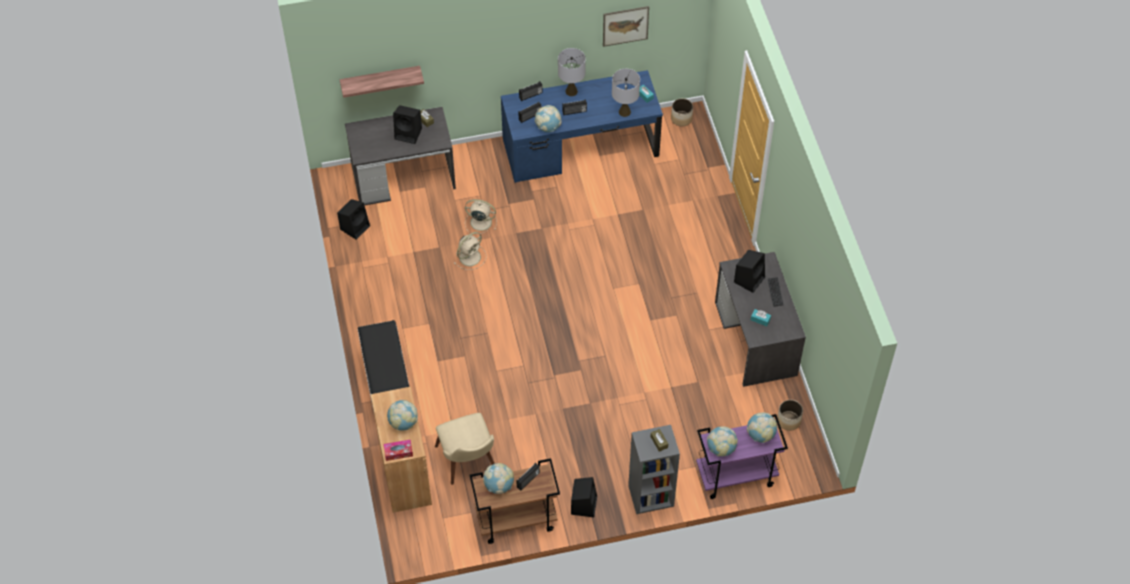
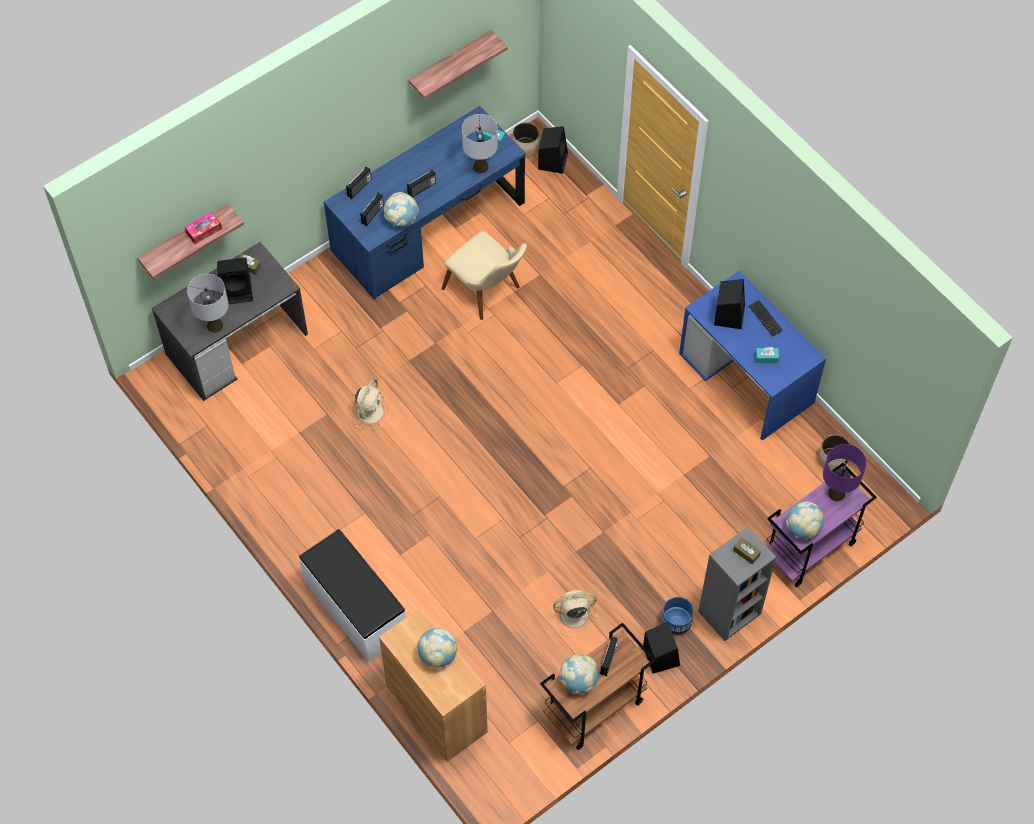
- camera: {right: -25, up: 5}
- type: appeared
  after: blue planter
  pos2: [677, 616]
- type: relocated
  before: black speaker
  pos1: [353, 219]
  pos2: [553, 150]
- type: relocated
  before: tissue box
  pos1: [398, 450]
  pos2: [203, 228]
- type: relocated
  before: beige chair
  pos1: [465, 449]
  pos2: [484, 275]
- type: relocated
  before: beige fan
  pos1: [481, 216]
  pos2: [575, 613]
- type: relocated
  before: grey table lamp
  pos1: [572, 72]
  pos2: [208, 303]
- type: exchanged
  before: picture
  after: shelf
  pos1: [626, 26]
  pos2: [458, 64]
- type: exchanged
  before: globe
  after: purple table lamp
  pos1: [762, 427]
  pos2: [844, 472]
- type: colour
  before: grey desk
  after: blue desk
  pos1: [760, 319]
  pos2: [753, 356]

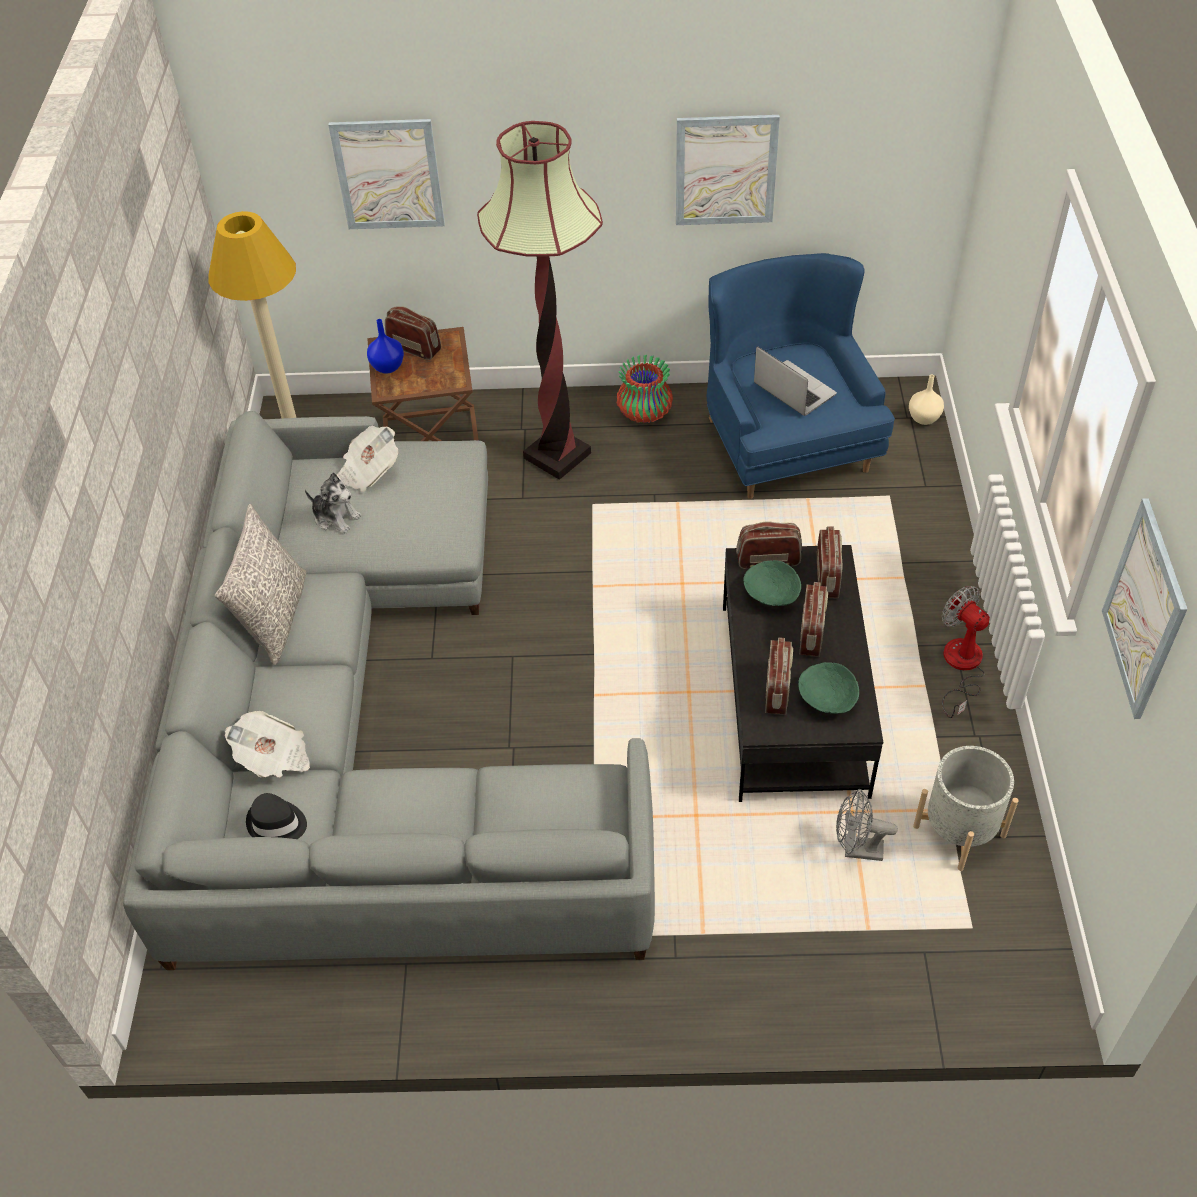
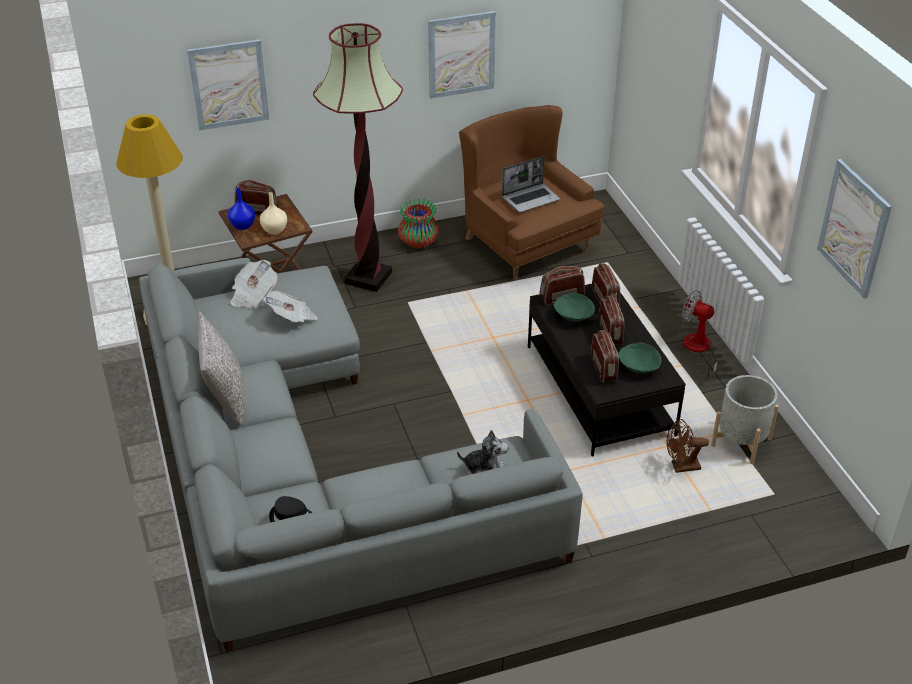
- camera: {right: -20, up: -10}
- type: relocated
  before: newspaper
  pos1: [267, 744]
  pos2: [290, 307]
- type: relocated
  before: plush toy
  pos1: [333, 502]
  pos2: [483, 452]
- type: relocated
  before: beige vase
  pos1: [926, 400]
  pos2: [273, 213]
- type: colour
  before: blue armchair
  after: brown armchair
  pos1: [801, 376]
  pos2: [532, 192]
- type: colour
  before: grey fan
  after: brown fan
  pos1: [867, 825]
  pos2: [688, 446]
- type: spun
  before: laptop
  pos1: [795, 381]
  pos2: [531, 184]
  turn: 120

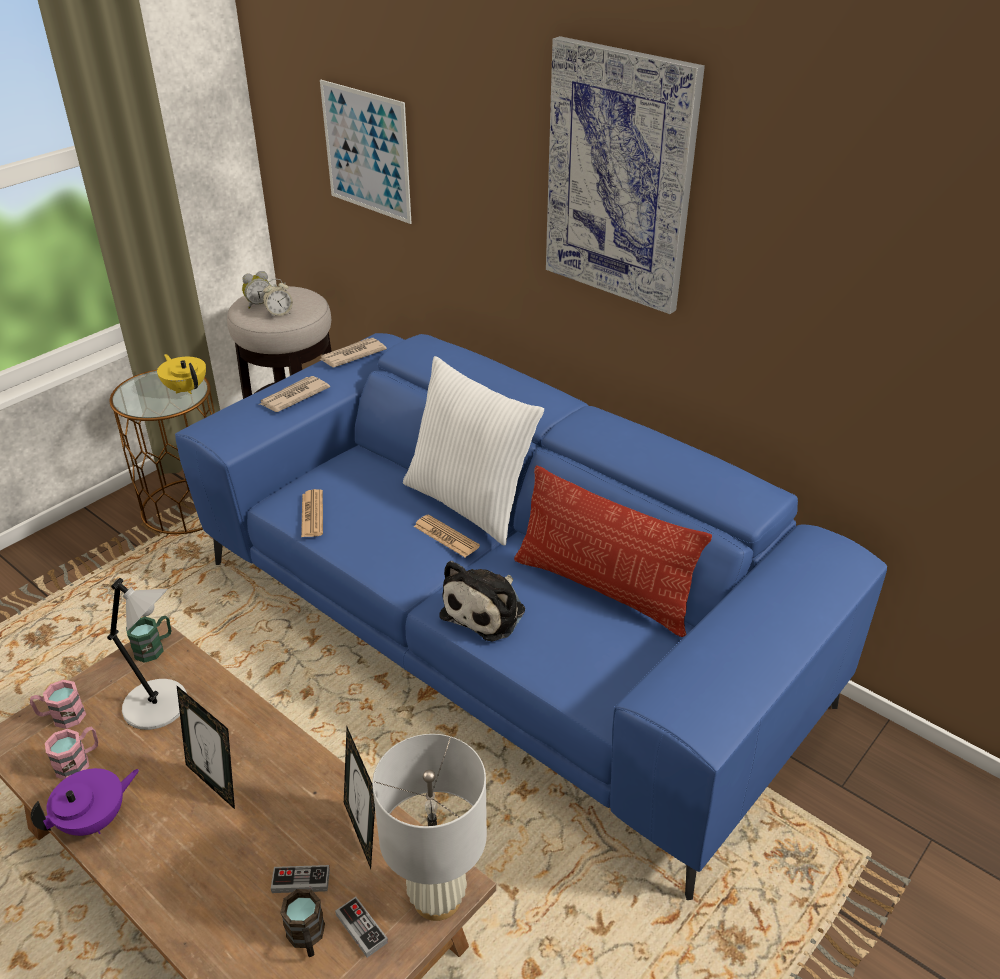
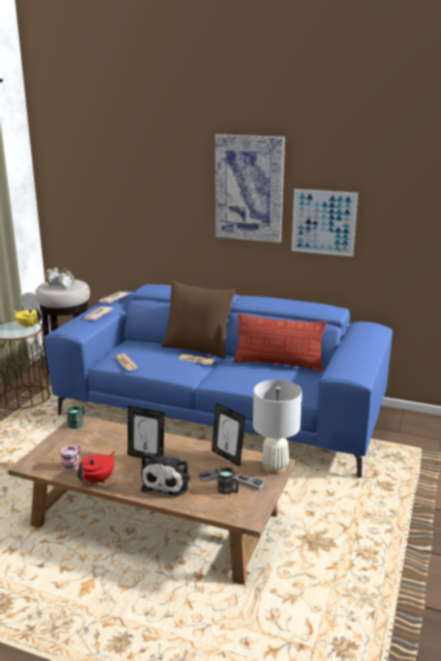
- camera: {right: -20, up: -15}
- type: missing
  before: pink mug
  pos1: [58, 704]
- type: missing
  before: grey table lamp
  pos1: [147, 654]
- type: relocated
  before: picture
  pos1: [366, 152]
  pos2: [325, 223]
- type: relocated
  before: plush toy
  pos1: [482, 601]
  pos2: [165, 474]
- type: colour
  before: purple teapot
  after: red teapot
  pos1: [85, 802]
  pos2: [96, 467]
- type: colour
  before: white pillow
  after: brown pillow
  pos1: [473, 451]
  pos2: [198, 320]

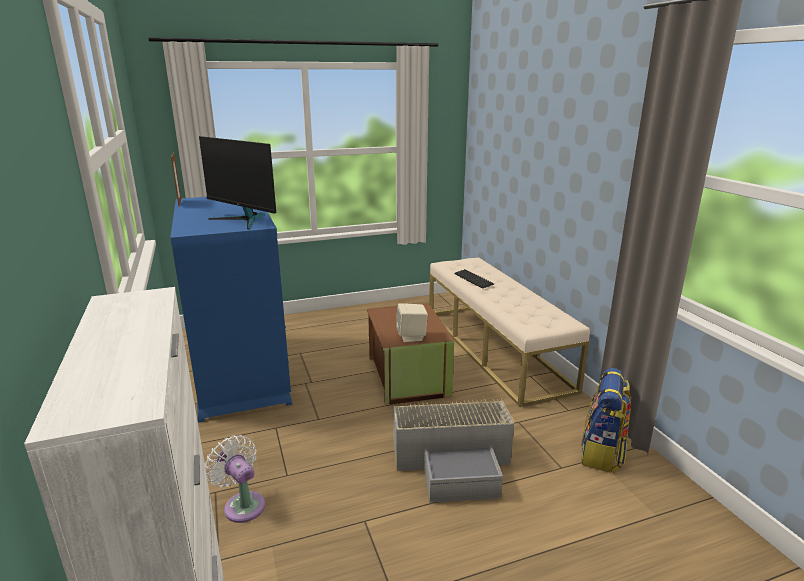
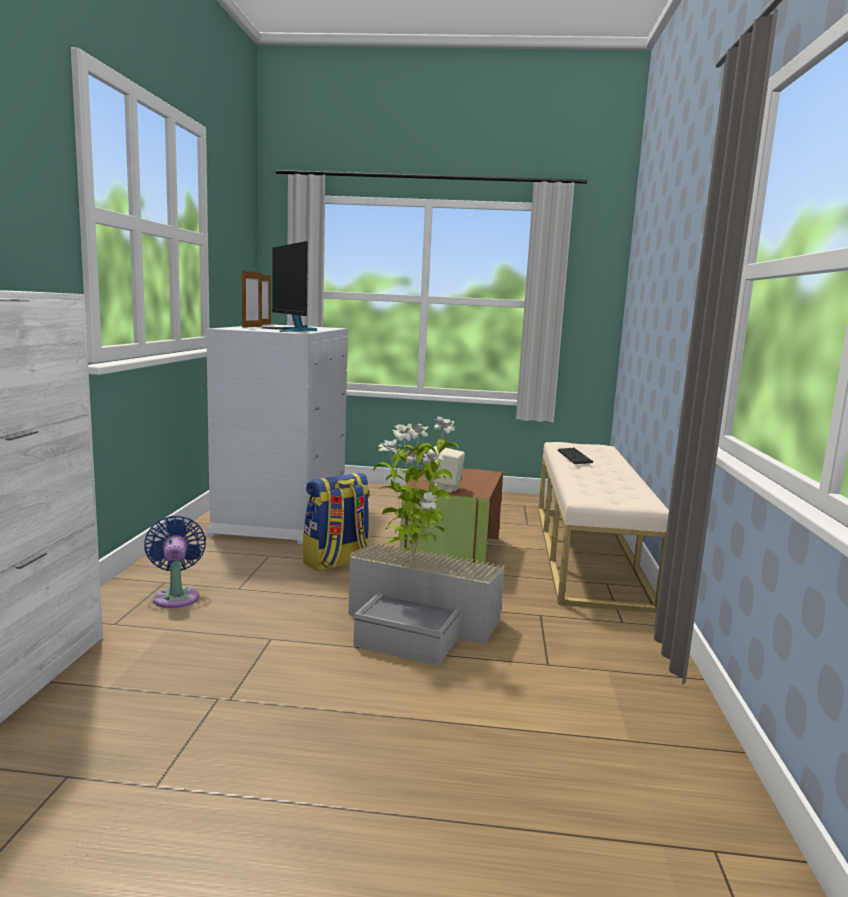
- camera: {right: 25, up: -10}
- type: appeared
  after: picture frame
  pos2: [252, 299]
- type: appeared
  after: potted plant
  pos2: [416, 489]
- type: relocated
  before: backpack
  pos1: [606, 420]
  pos2: [336, 522]
- type: colour
  before: blue dresser
  after: white dresser
  pos1: [231, 310]
  pos2: [276, 434]
- type: colour
  before: white fan
  after: blue fan
  pos1: [235, 479]
  pos2: [175, 562]

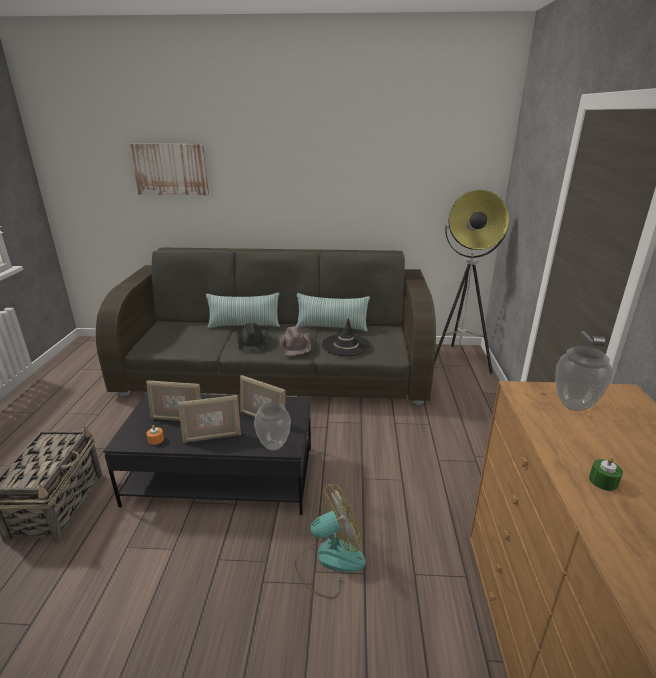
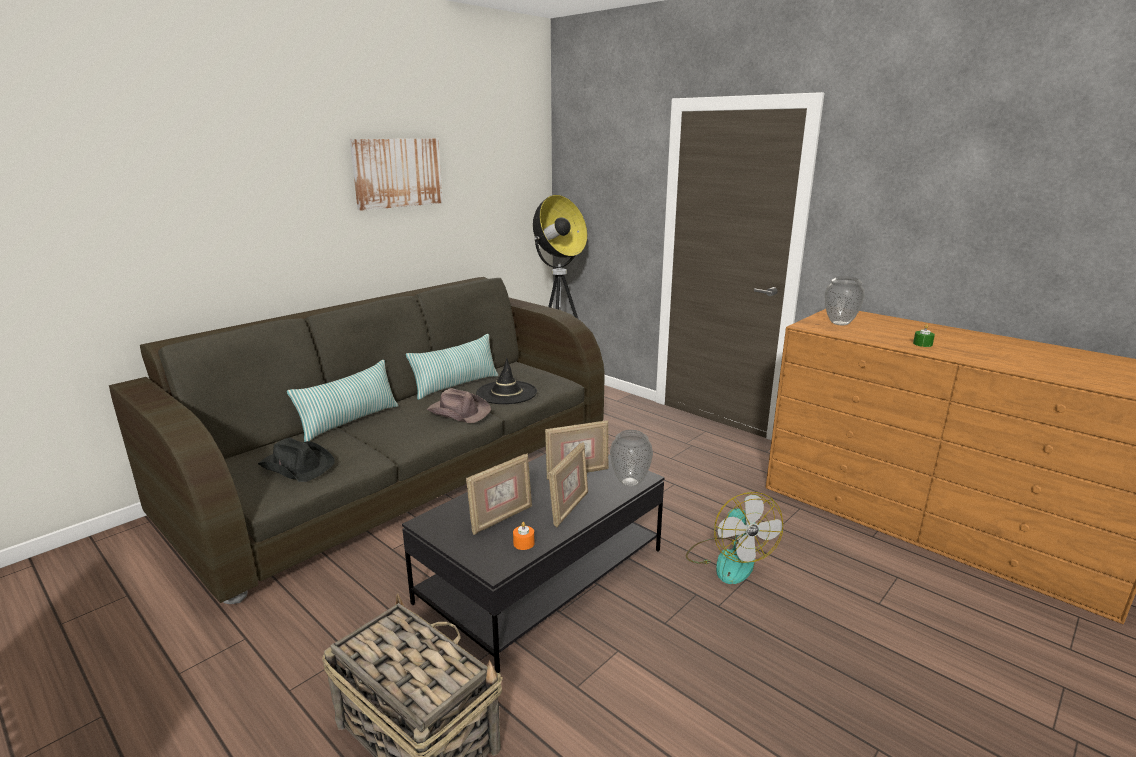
- camera: {right: -50, up: -5}
- type: relocated
  before: picture
  pos1: [169, 169]
  pos2: [396, 175]
- type: relocated
  before: black hat
  pos1: [252, 337]
  pos2: [296, 459]
- type: spun
  before: fan
  pos1: [330, 541]
  pos2: [734, 538]
  turn: 150

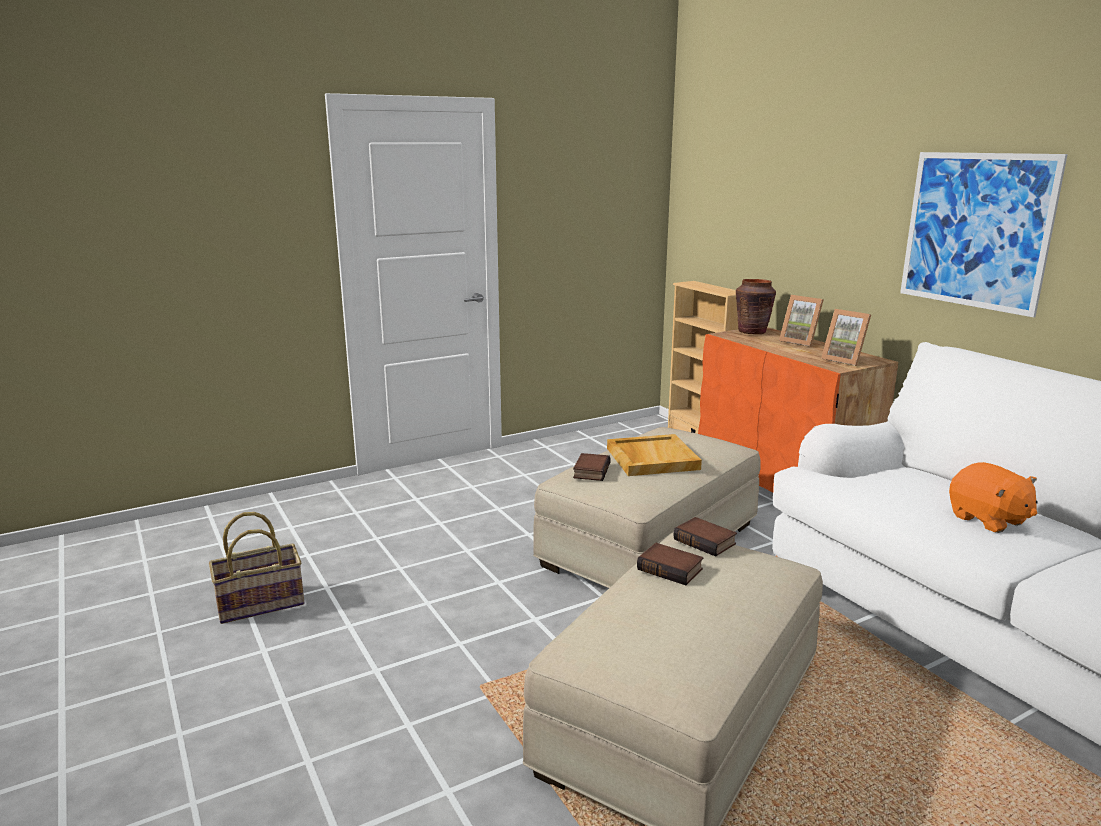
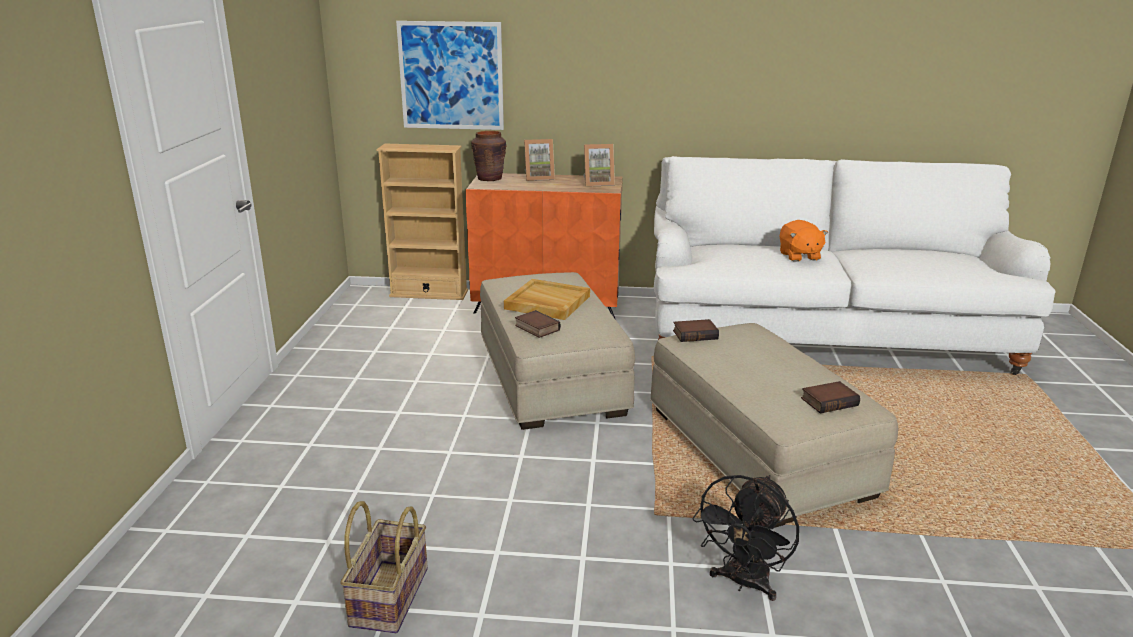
- camera: {right: -55, up: 5}
- type: appeared
  after: black fan
  pos2: [745, 538]
- type: relocated
  before: book
  pos1: [670, 564]
  pos2: [830, 397]
- type: relocated
  before: picture
  pos1: [984, 234]
  pos2: [450, 75]
- type: spun
  before: orange plush toy
  pos1: [993, 497]
  pos2: [803, 241]
  turn: 75

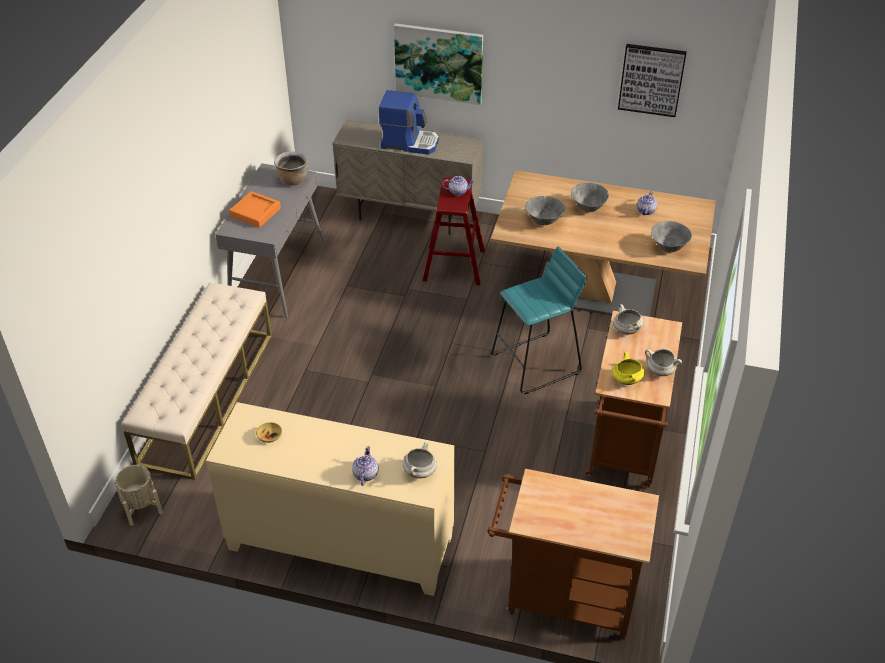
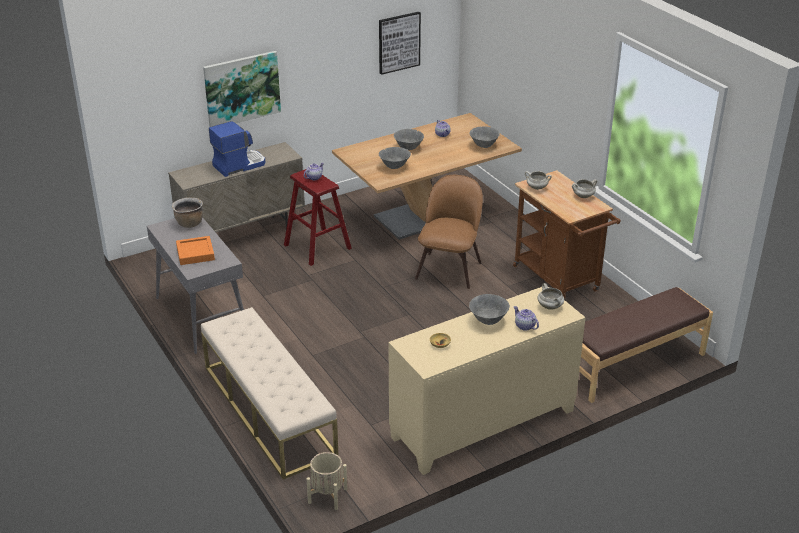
- camera: {right: -45, up: -10}
- type: missing
  before: yellow cooking pot
  pos1: [629, 368]
- type: appeared
  after: grey bowl
  pos2: [489, 309]
- type: exchanged
  before: brown cart
  after: brown bench
  pos1: [573, 554]
  pos2: [646, 345]
- type: exchanged
  before: turquoise stool
  after: brown chair
  pos1: [539, 320]
  pos2: [449, 232]

